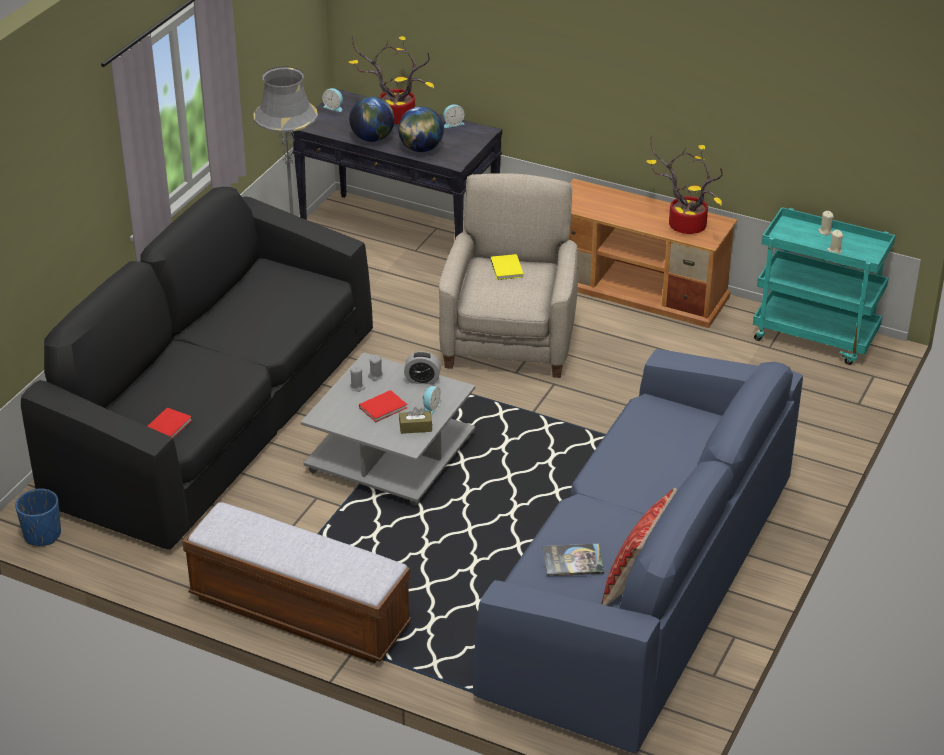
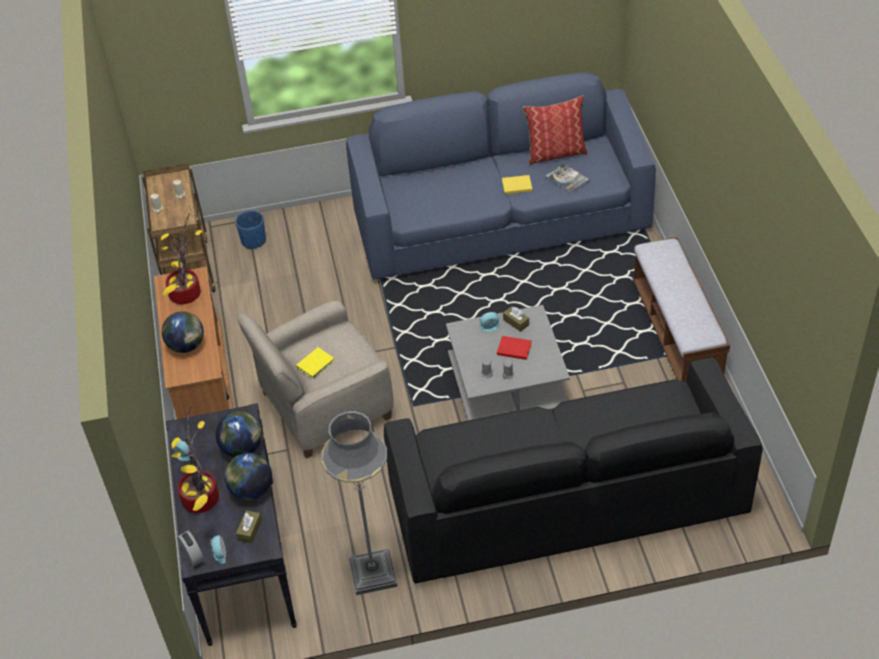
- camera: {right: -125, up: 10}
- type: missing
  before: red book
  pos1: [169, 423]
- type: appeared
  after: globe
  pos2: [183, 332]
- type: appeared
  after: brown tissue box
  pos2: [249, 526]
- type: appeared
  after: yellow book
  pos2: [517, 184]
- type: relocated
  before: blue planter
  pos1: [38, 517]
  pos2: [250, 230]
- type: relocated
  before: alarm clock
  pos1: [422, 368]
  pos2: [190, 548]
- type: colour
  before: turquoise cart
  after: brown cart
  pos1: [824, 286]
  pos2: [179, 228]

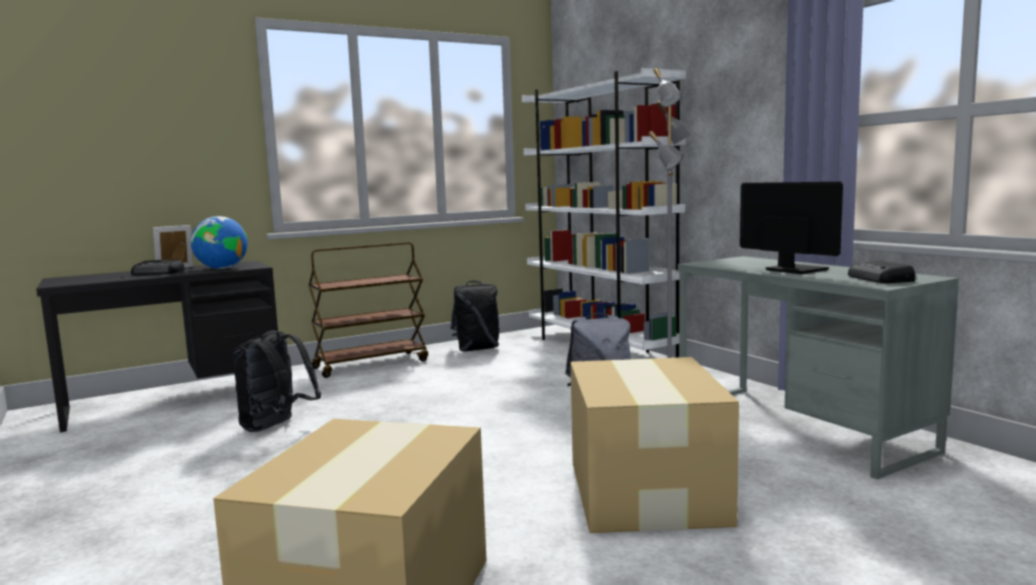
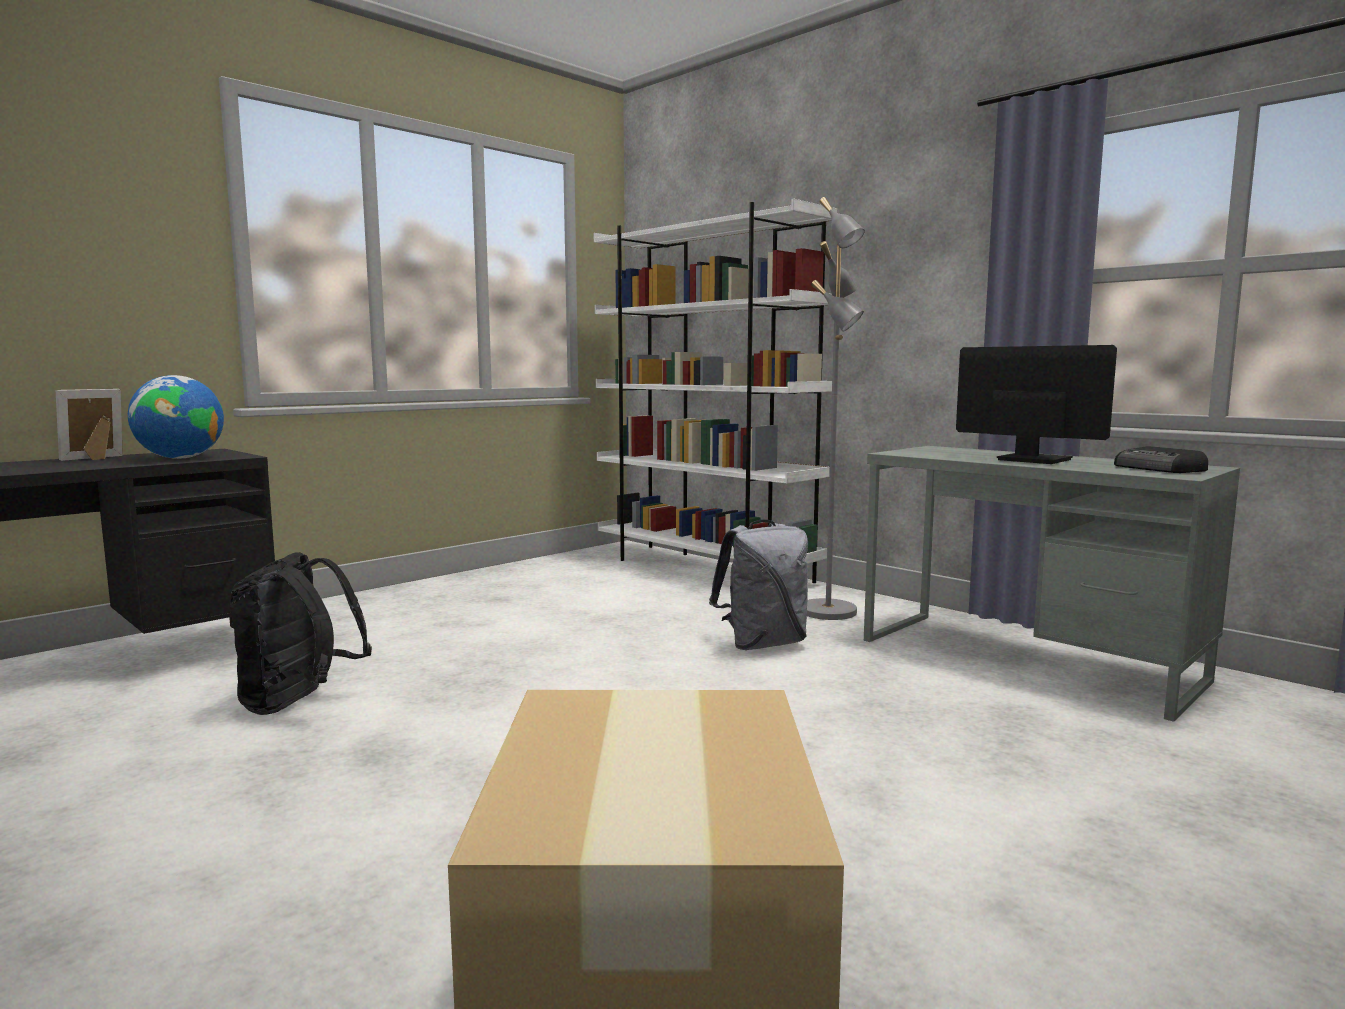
- camera: {right: -15, up: 0}
- type: missing
  before: radio
  pos1: [158, 267]
- type: missing
  before: brown cart
  pos1: [368, 310]
- type: missing
  before: black backpack
  pos1: [475, 316]
- type: missing
  before: cardboard box
  pos1: [654, 445]

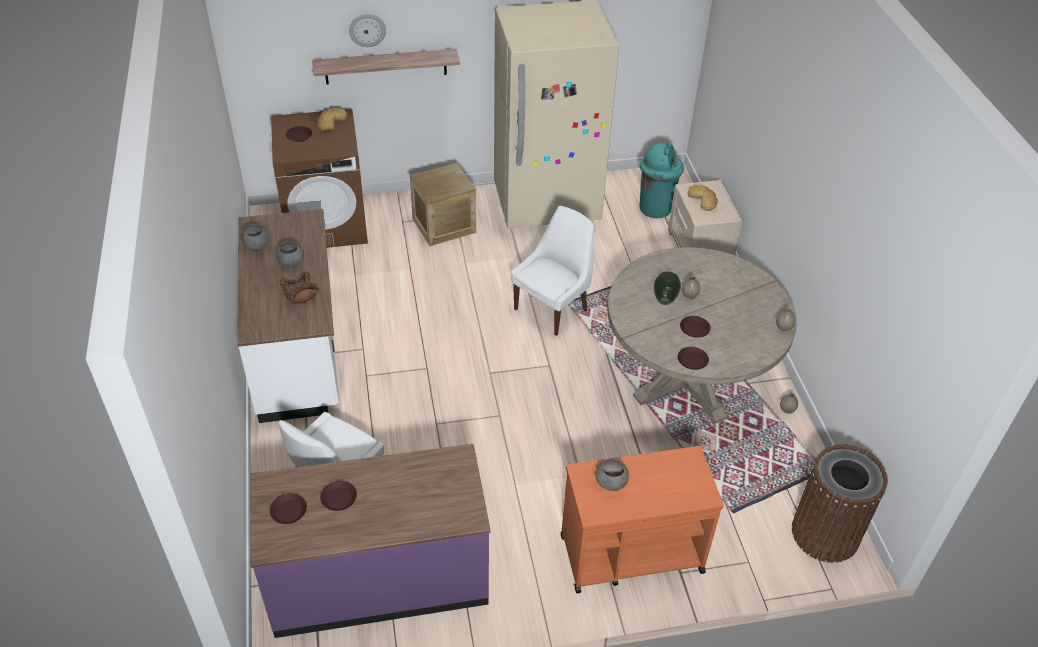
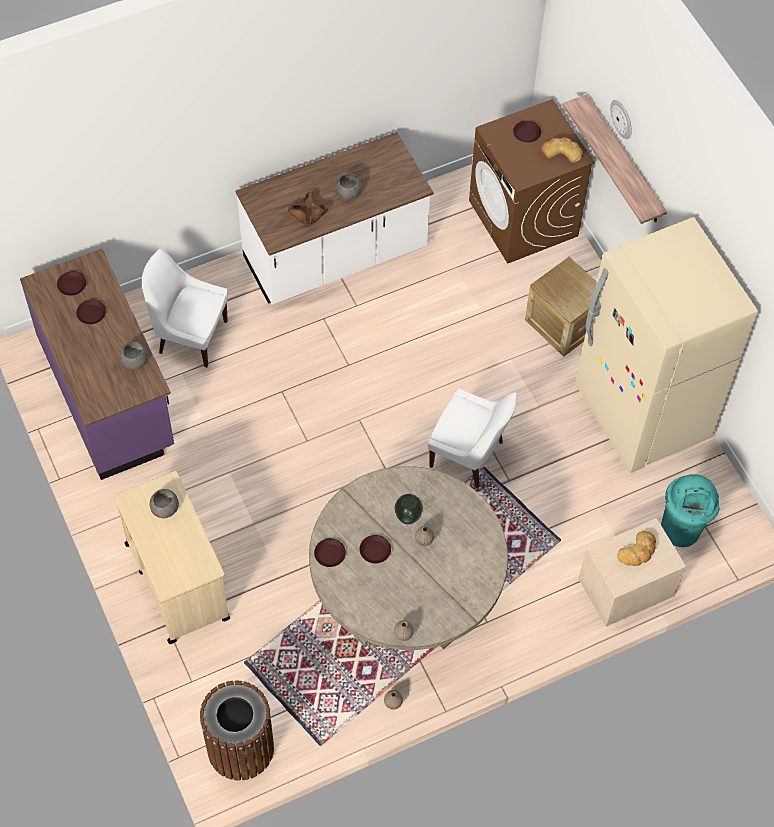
- camera: {right: 75, up: 15}
- type: relocated
  before: grey bowl
  pos1: [255, 237]
  pos2: [134, 355]
- type: colour
  before: orange cart
  after: beige cart
  pos1: [642, 519]
  pos2: [172, 557]

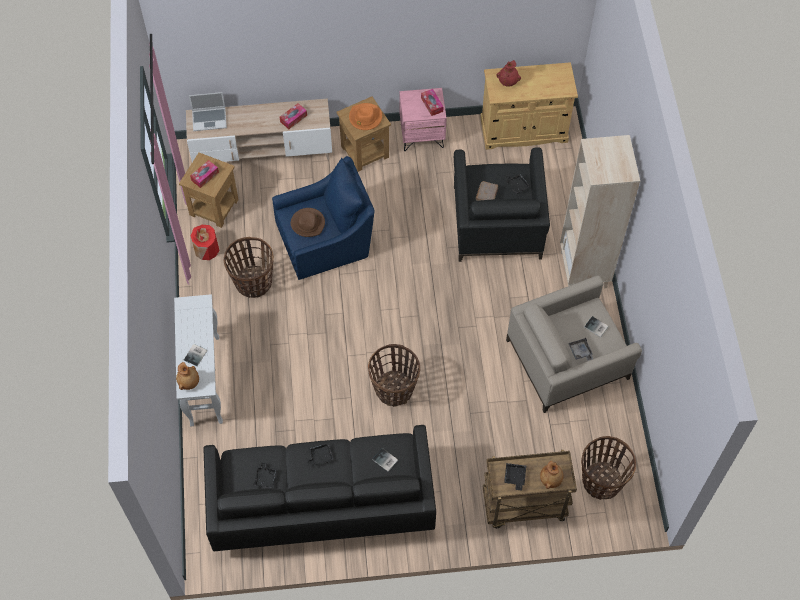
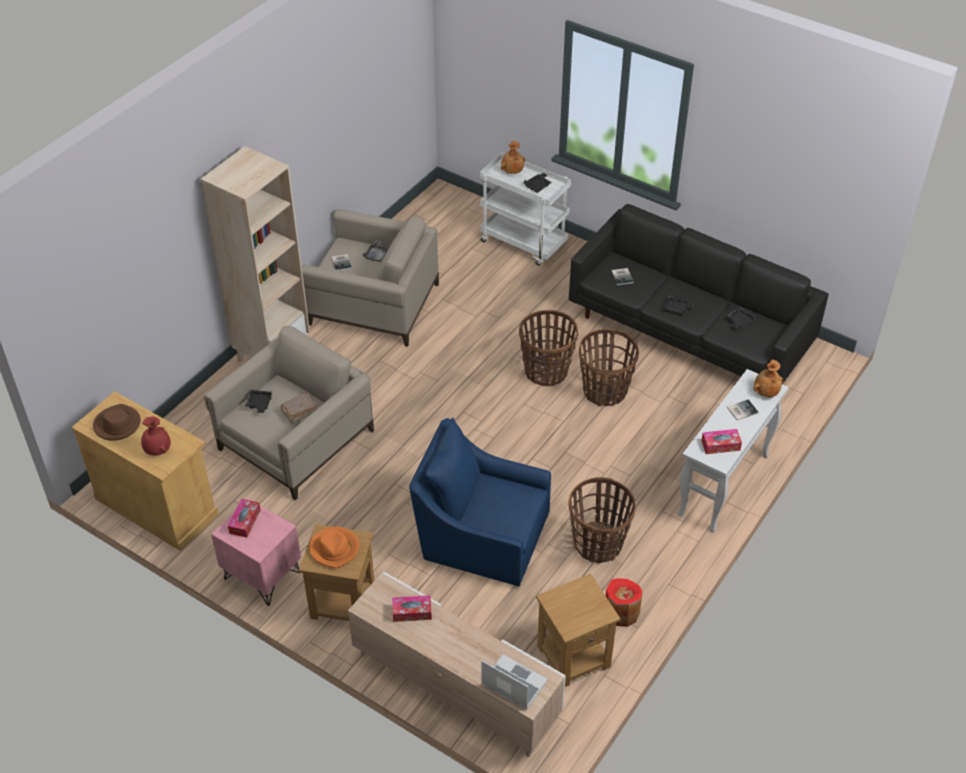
- camera: {right: -140, up: -15}
- type: relocated
  before: tissue box
  pos1: [204, 174]
  pos2: [721, 441]
- type: relocated
  before: brown hat
  pos1: [308, 222]
  pos2: [117, 422]
- type: relocated
  before: basket
  pos1: [608, 468]
  pos2: [609, 368]
- type: colour
  before: black armchair
  after: beige armchair
  pos1: [502, 204]
  pos2: [289, 413]
- type: colour
  before: brown cart
  after: white cart
  pos1: [530, 489]
  pos2: [525, 209]

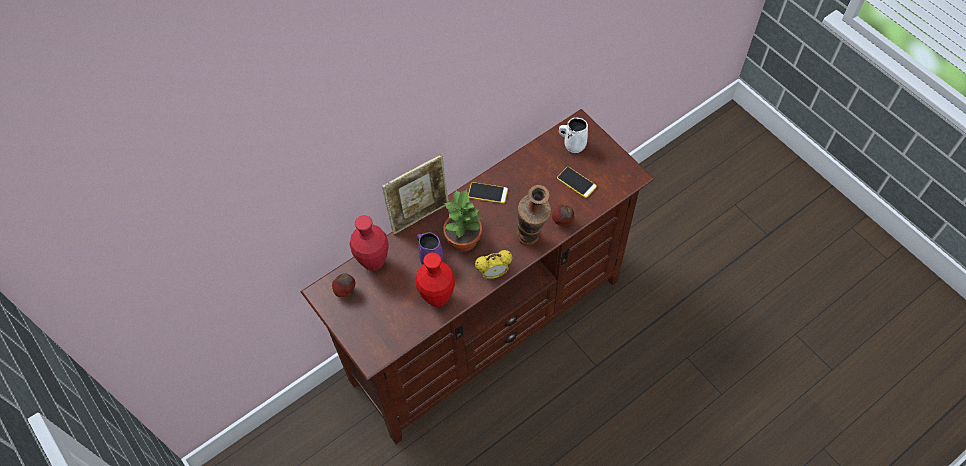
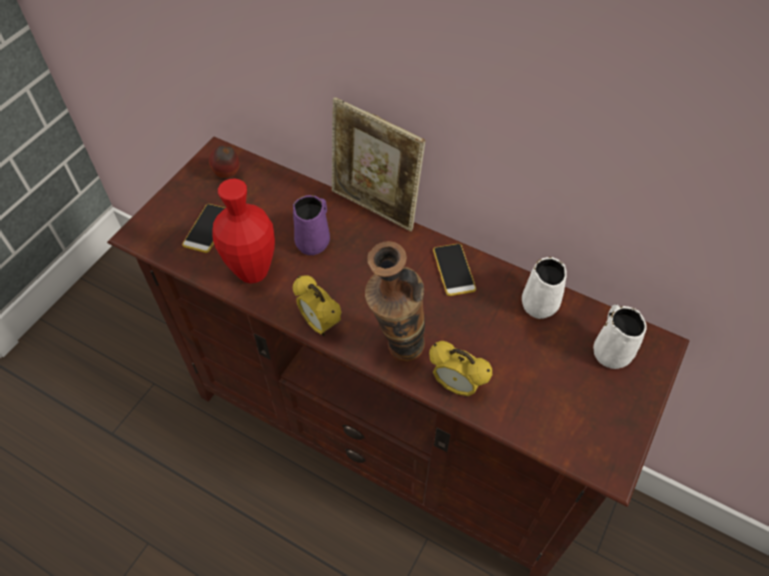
- camera: {right: 65, up: -5}
- type: missing
  before: red vase
  pos1: [369, 243]
- type: missing
  before: potted plant
  pos1: [462, 220]
- type: appeared
  after: white mug
  pos2: [544, 288]
- type: relocated
  before: phone
  pos1: [577, 182]
  pos2: [203, 228]
- type: exchanged
  before: apple
  after: alarm clock
  pos1: [563, 215]
  pos2: [460, 369]

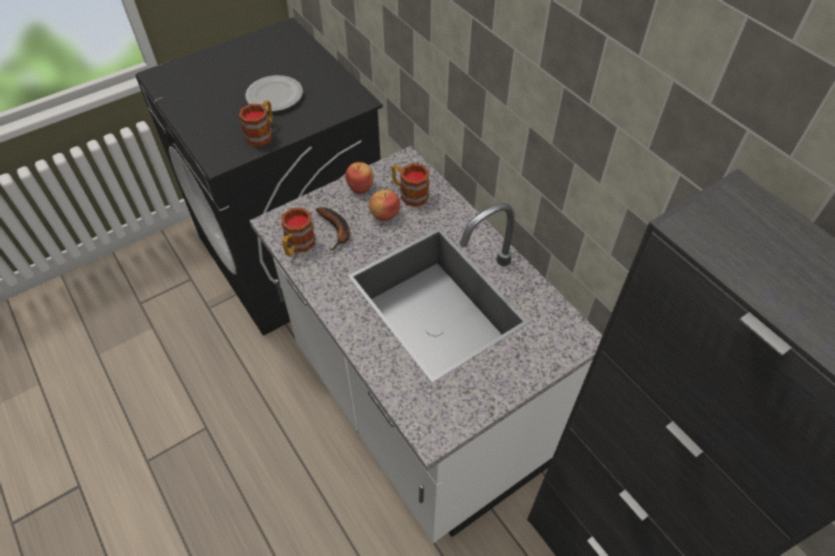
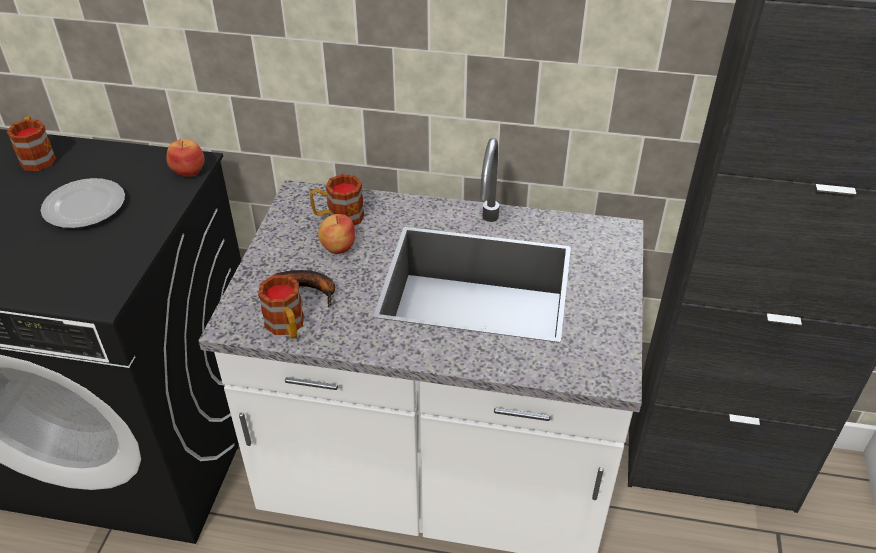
- camera: {right: -45, up: -10}
- type: relocated
  before: mug
  pos1: [256, 123]
  pos2: [31, 143]
- type: relocated
  before: apple
  pos1: [359, 178]
  pos2: [185, 158]

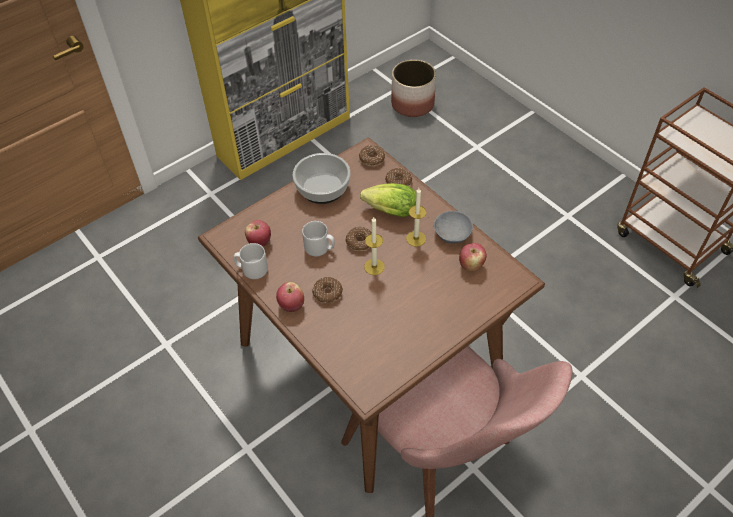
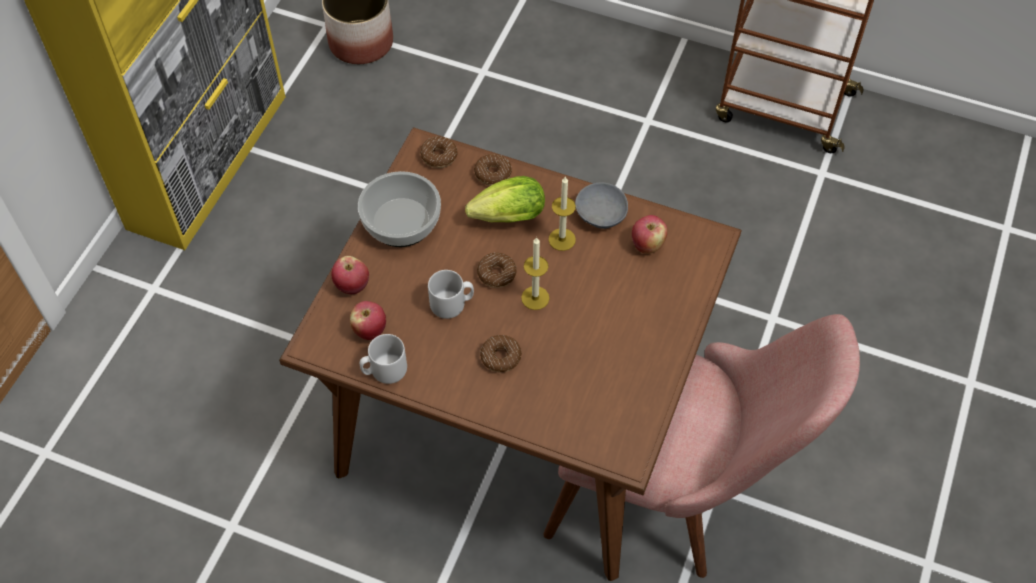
- camera: {right: -30, up: 5}
- type: relocated
  before: apple
  pos1: [290, 297]
  pos2: [350, 275]

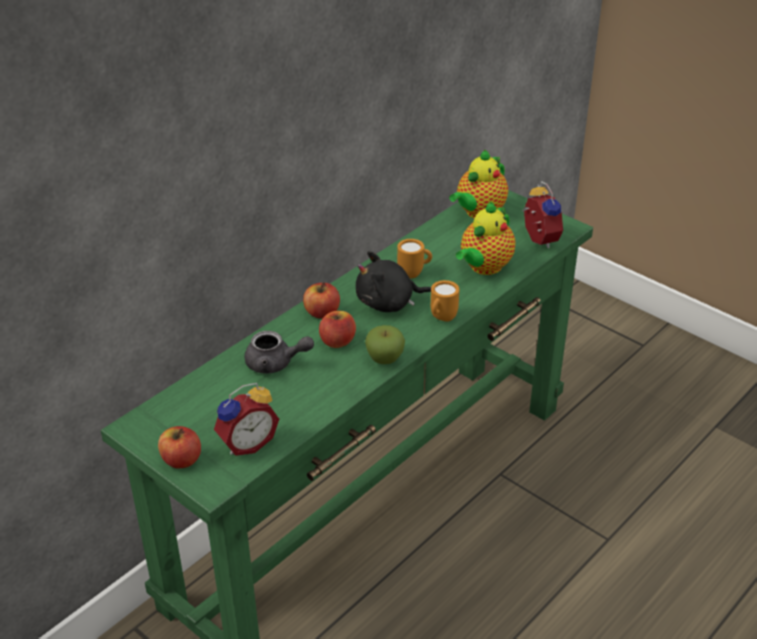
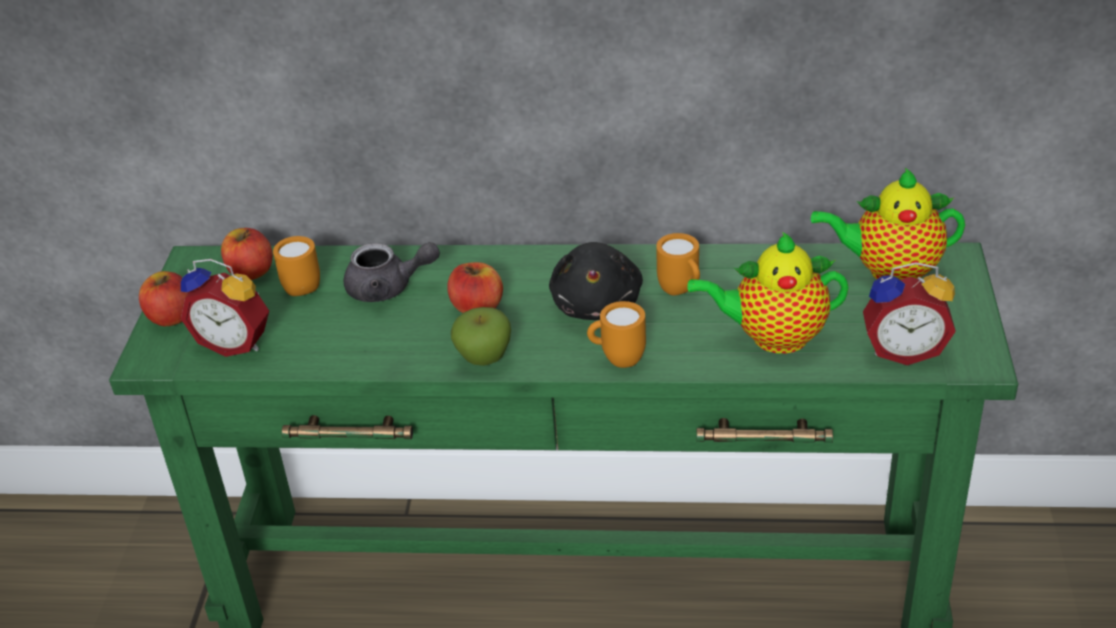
- camera: {right: 55, up: 0}
- type: appeared
  after: orange mug
  pos2: [296, 266]
- type: relocated
  before: apple
  pos1: [321, 300]
  pos2: [247, 254]
- type: spun
  before: grey teapot
  pos1: [279, 352]
  pos2: [392, 272]
  turn: -60
- type: spun
  before: black plush toy
  pos1: [393, 281]
  pos2: [596, 281]
  turn: -135
- type: spun
  before: alarm clock
  pos1: [542, 215]
  pos2: [909, 313]
  turn: 60

